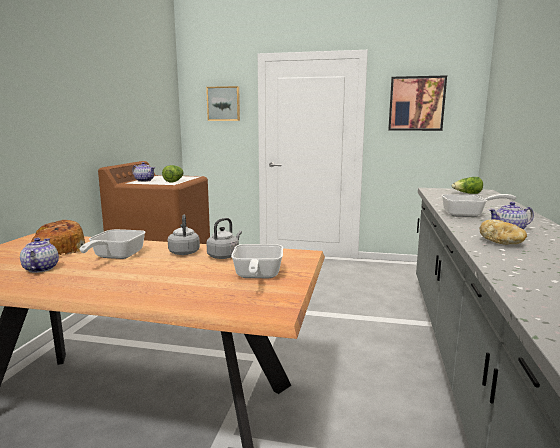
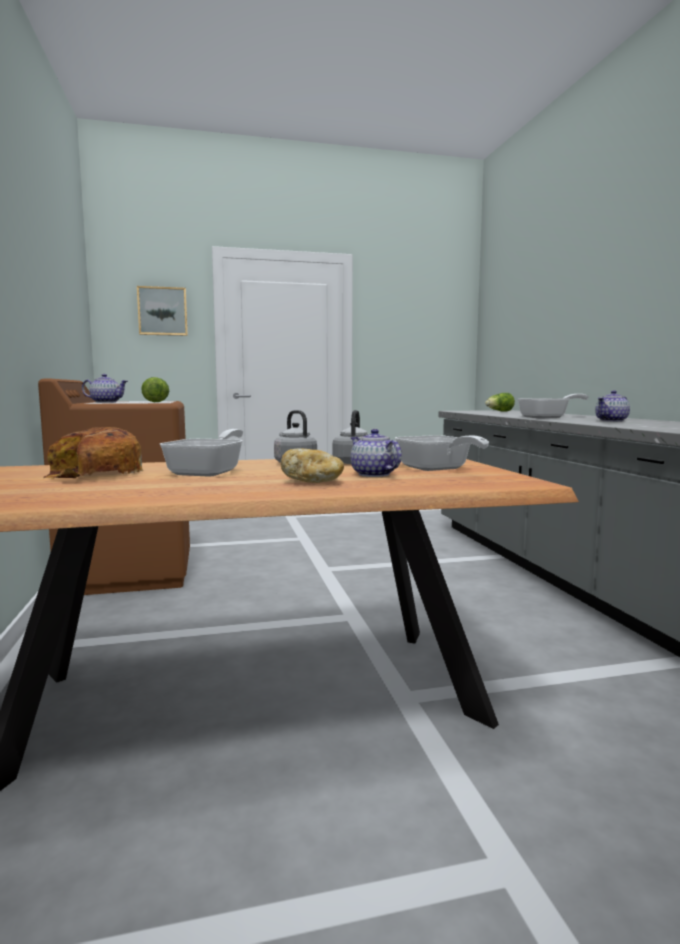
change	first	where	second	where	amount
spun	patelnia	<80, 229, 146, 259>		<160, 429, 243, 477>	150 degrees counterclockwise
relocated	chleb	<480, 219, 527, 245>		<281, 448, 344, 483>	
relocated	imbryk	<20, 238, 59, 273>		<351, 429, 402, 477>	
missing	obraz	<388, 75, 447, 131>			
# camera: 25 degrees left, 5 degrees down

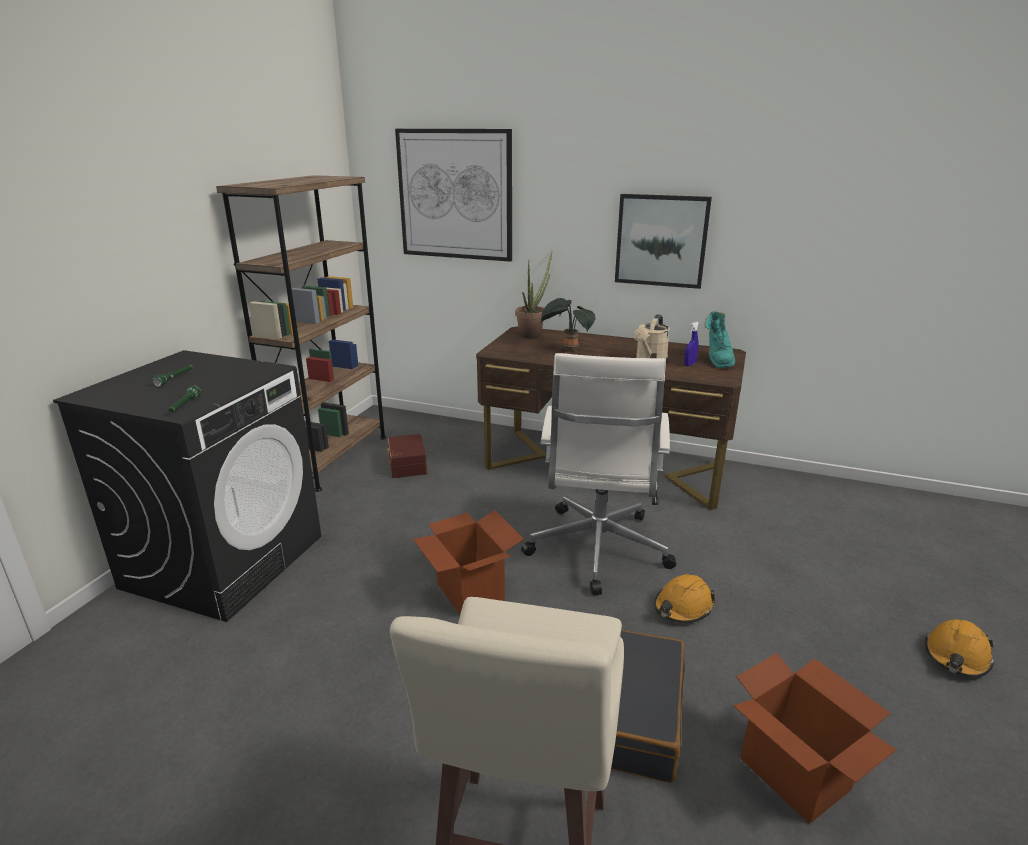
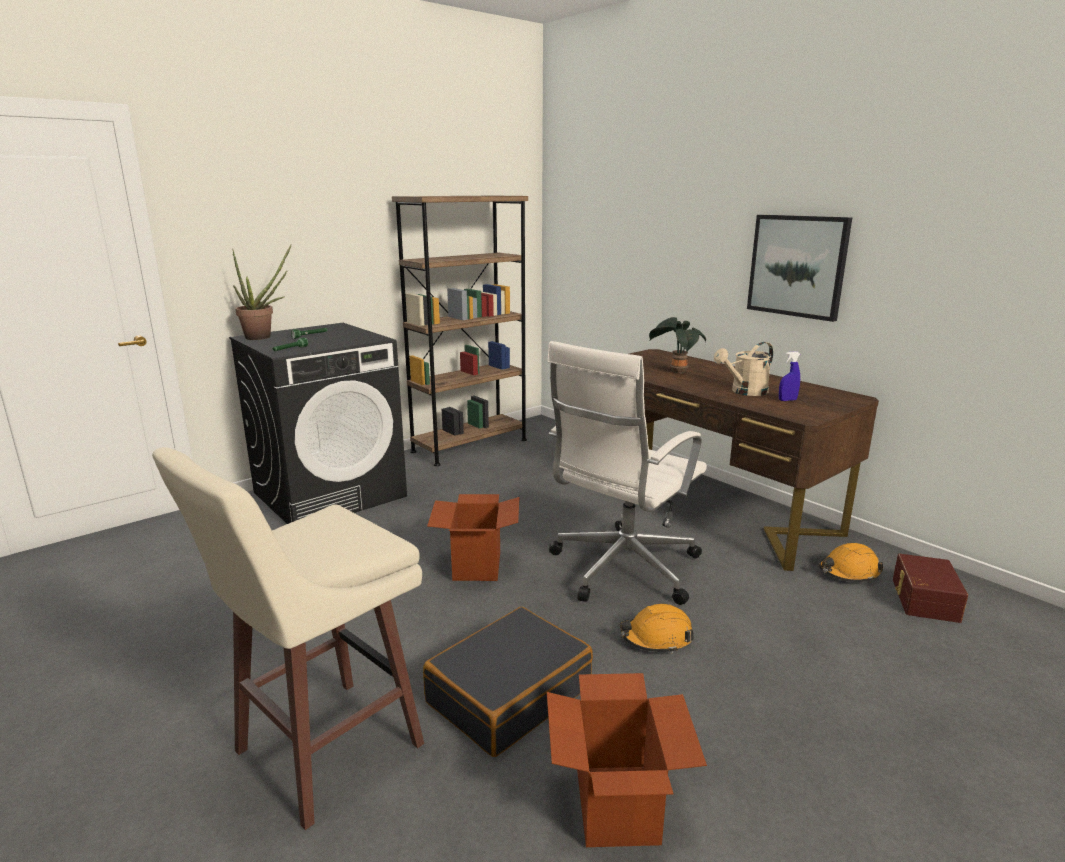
change	first	where	second	where	amount
relocated	roślina doniczkowa	<515, 251, 552, 339>		<233, 244, 292, 340>	
relocated	kask/pomarańczowy	<925, 619, 994, 678>		<819, 543, 883, 583>	
relocated	pojemnik do przechowywania/brązowy	<387, 434, 427, 478>		<893, 554, 968, 623>	
missing	obraz	<395, 129, 512, 262>			
missing	but z cholewką/turkusowy	<705, 311, 735, 368>			
# camera: 30 degrees right, 5 degrees down

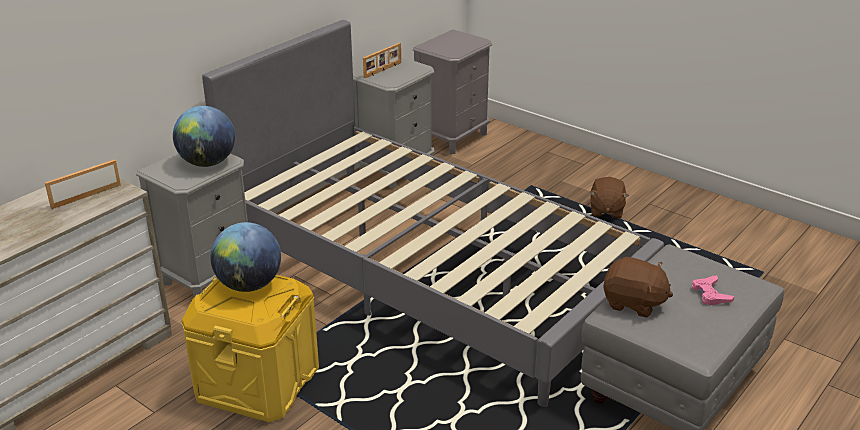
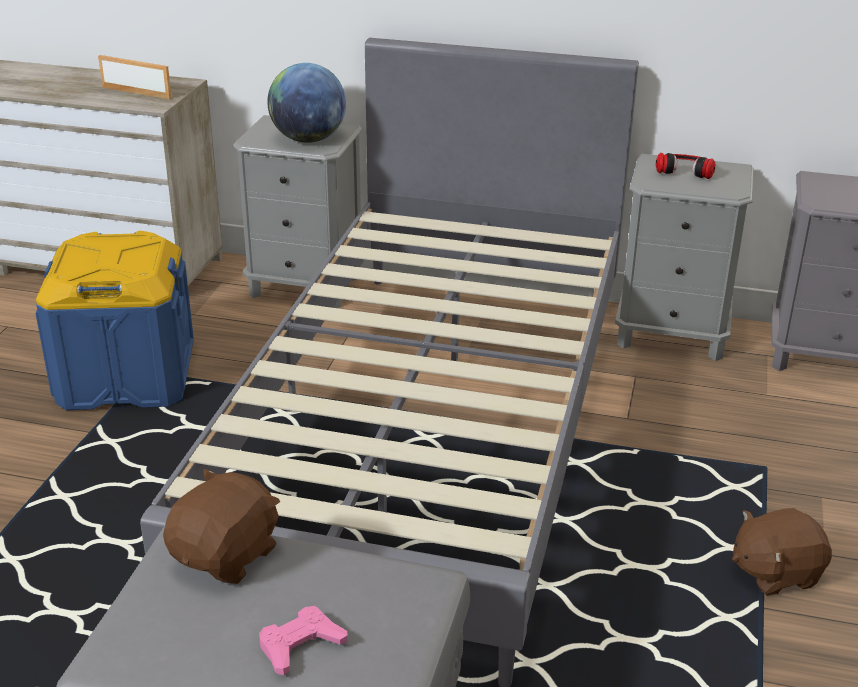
change	first	where	second	where	amount
colour	pojemnik do przechowywania/żółty	<182, 275, 319, 422>	pojemnik do przechowywania/niebieski	<35, 231, 194, 410>	
spun	pluszak/brązowy	<603, 257, 673, 318>		<163, 469, 280, 584>	150 degrees counterclockwise
exchanged	ramka na zdjęcie	<363, 43, 401, 78>	słuchawki	<656, 153, 716, 179>	
missing	globus	<210, 222, 281, 292>			
# camera: 65 degrees right, 0 degrees up

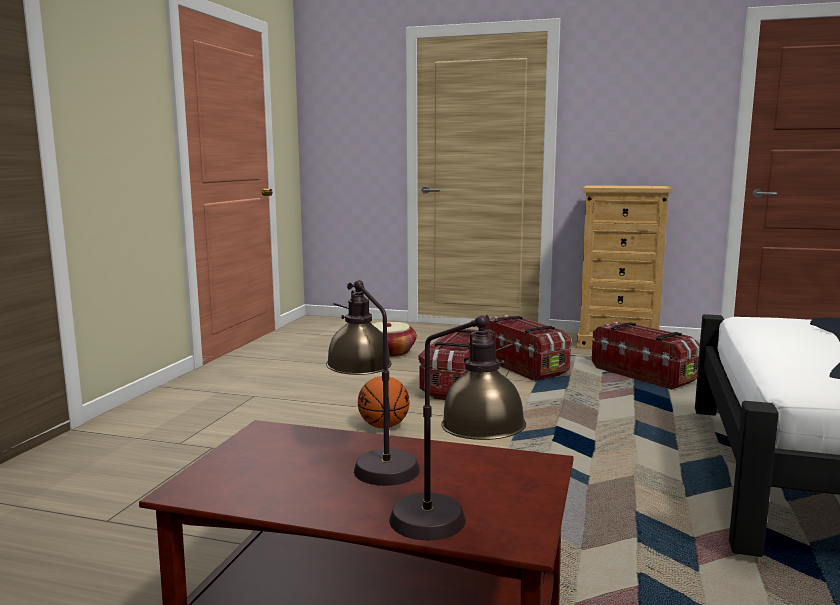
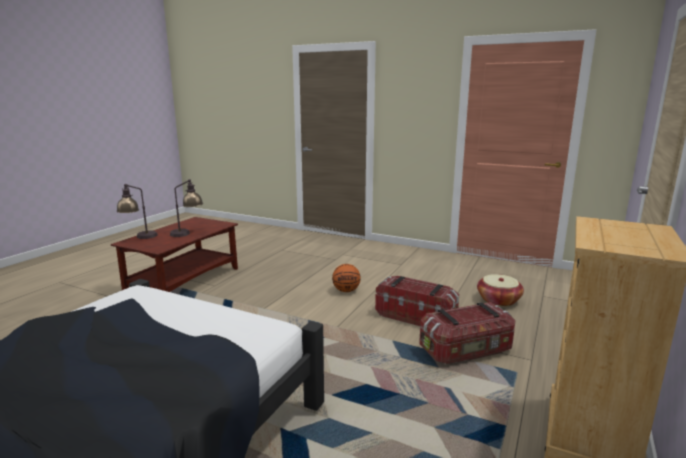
change	first	where	second	where	amount
missing	pojemnik do przechowywania	<592, 322, 700, 390>			
# camera: 100 degrees right, 5 degrees up

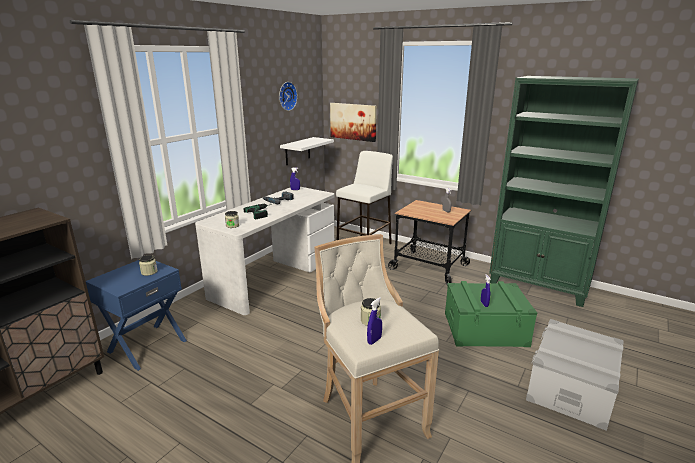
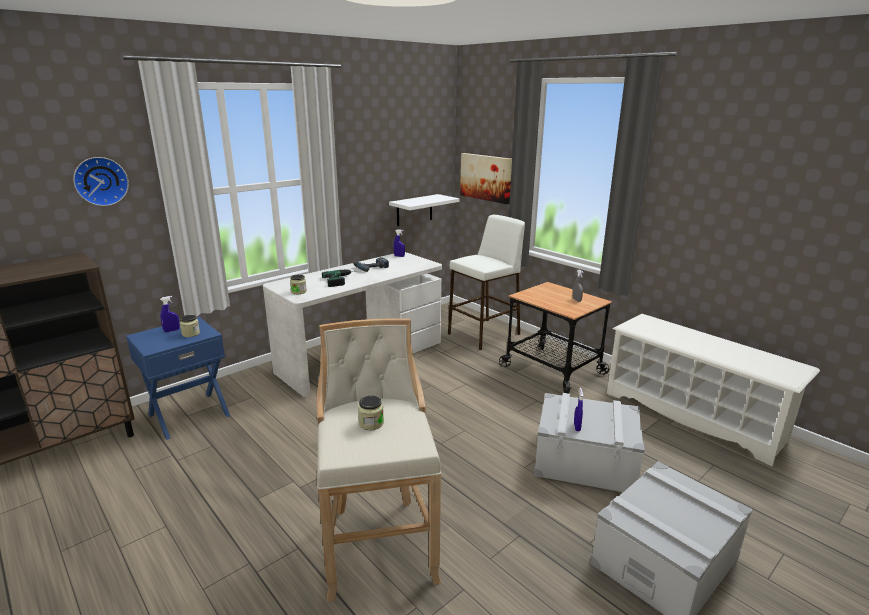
change	first	where	second	where	amount
relocated	zegar ścienny	<279, 82, 298, 111>		<73, 157, 129, 206>	
relocated	spryskiwacz/niebieski	<367, 297, 382, 345>		<160, 296, 180, 332>	
colour	pojemnik do przechowywania/zielony	<445, 281, 537, 347>	pojemnik do przechowywania/szary	<534, 393, 645, 492>	
exchanged	regał/zielony	<489, 76, 639, 307>	regał na buty/biały	<607, 314, 820, 466>	
# camera: 15 degrees right, 0 degrees up

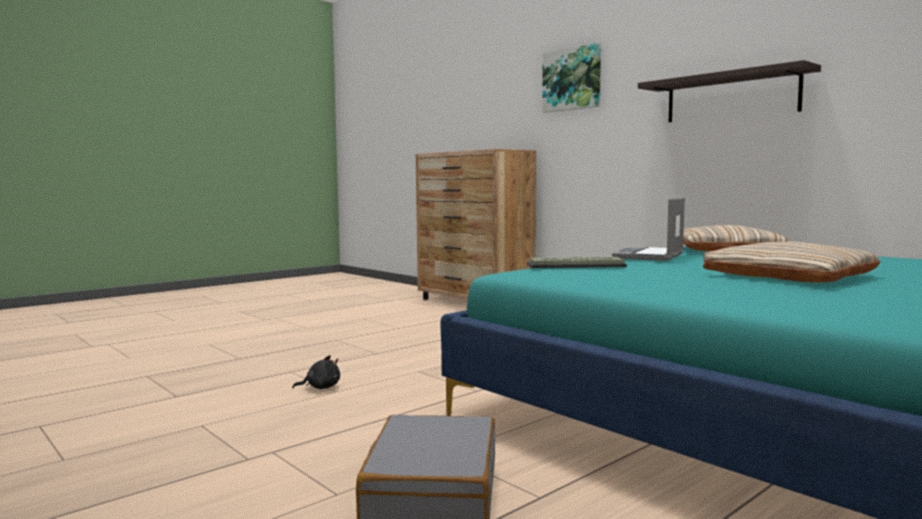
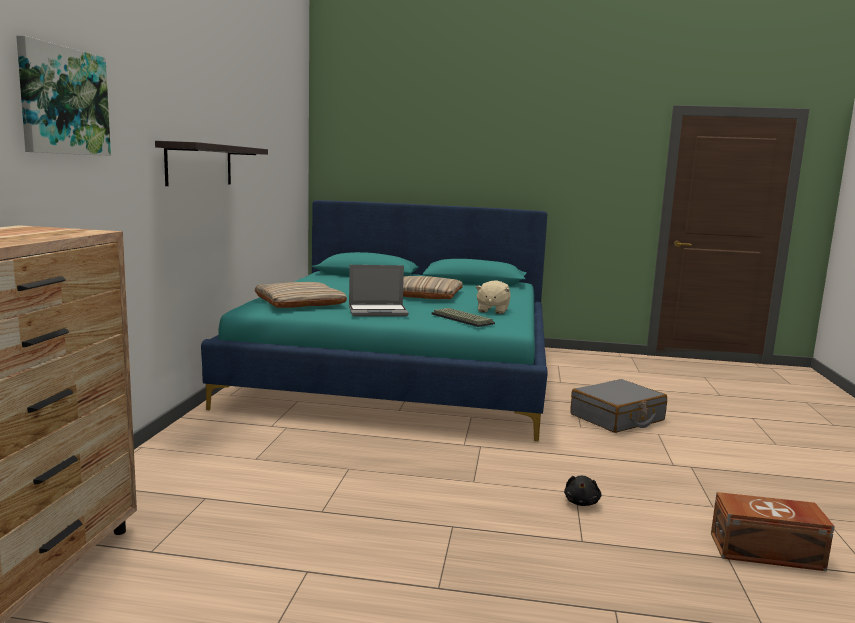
change	first	where	second	where	amount
appeared			pluszak/beżowy	<475, 280, 511, 314>	
spun	pluszak/czarny	<292, 355, 340, 389>		<564, 476, 601, 506>	105 degrees counterclockwise
appeared			pojemnik do przechowywania/brązowy	<711, 492, 835, 571>	
# camera: 130 degrees left, 5 degrees up

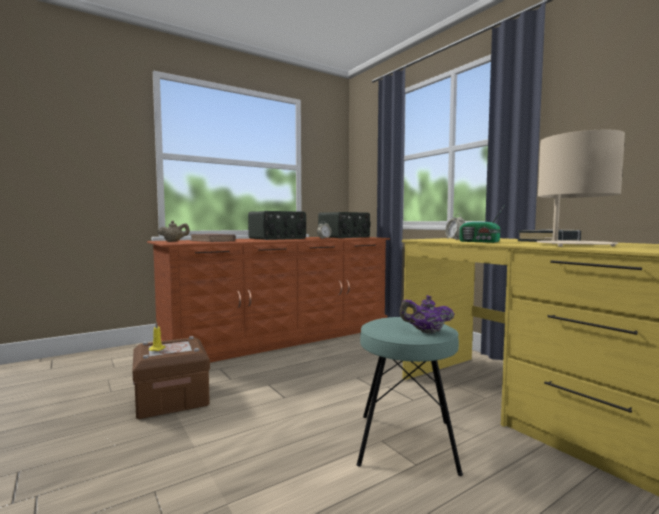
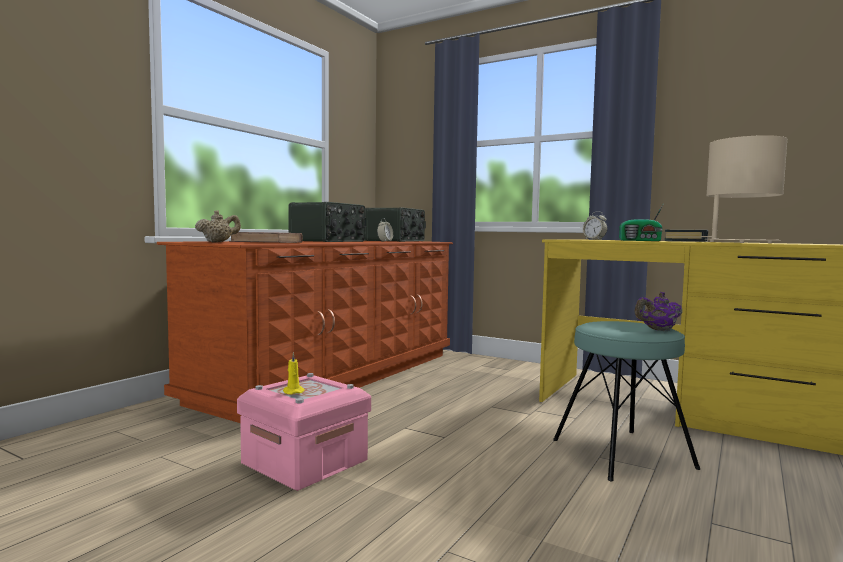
change	first	where	second	where	amount
colour	pojemnik do przechowywania/brązowy	<132, 336, 210, 419>	pojemnik do przechowywania/różowy	<237, 373, 371, 491>	
# camera: 25 degrees left, 0 degrees up

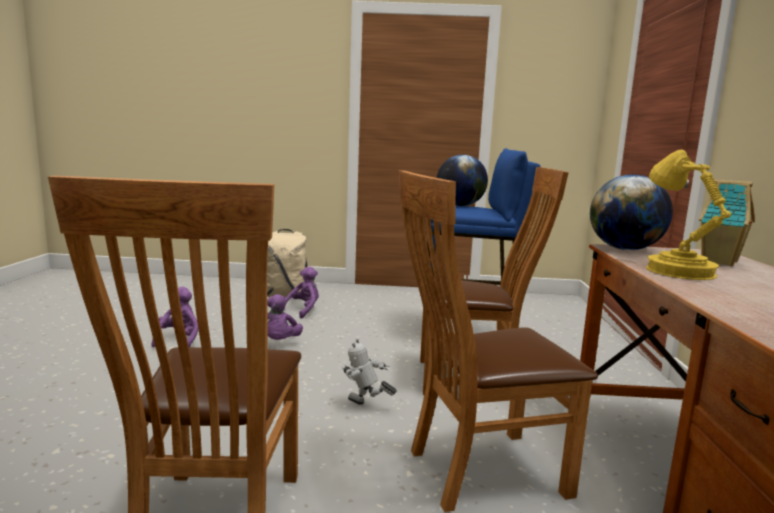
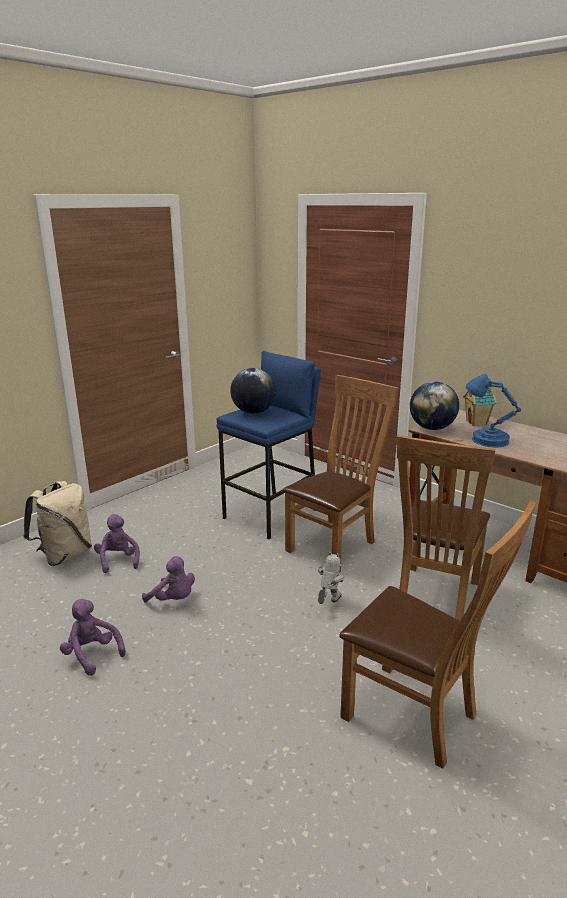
change	first	where	second	where	amount
spun	robot zabawkowy	<342, 339, 397, 405>		<318, 551, 344, 604>	150 degrees clockwise
colour	lampa stołowa/żółty	<646, 150, 731, 280>	lampa stołowa/niebieski	<466, 374, 521, 447>	
# camera: 50 degrees left, 10 degrees up

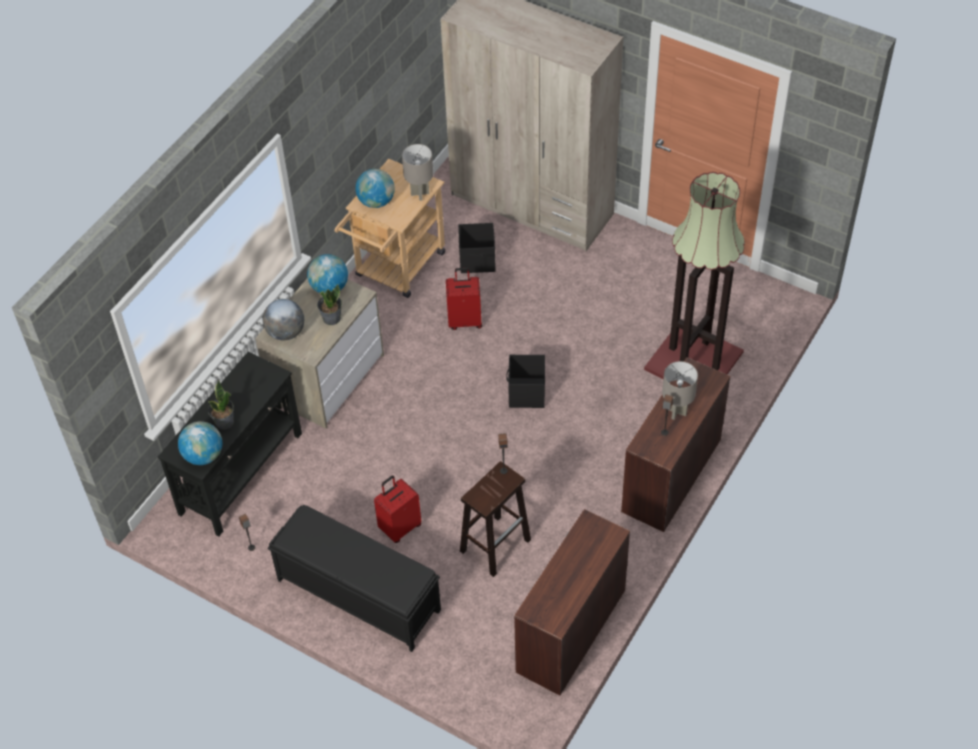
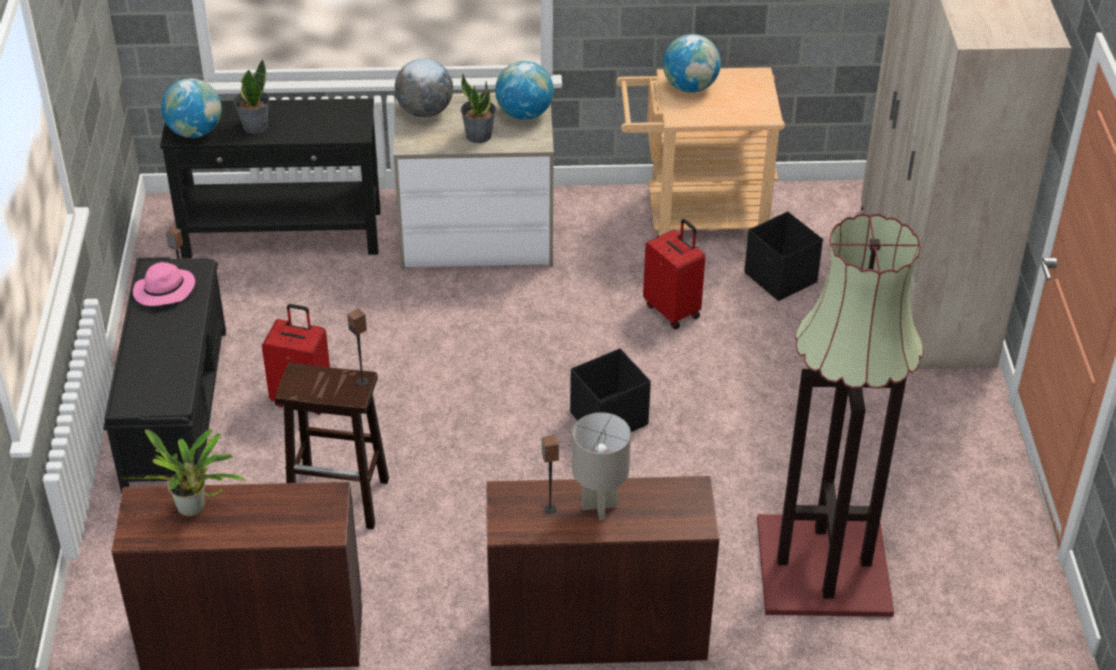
change	first	where	second	where	amount
appeared			roślina doniczkowa	<122, 429, 245, 516>	
appeared			kapelusz/różowy	<133, 262, 195, 306>	
missing	lampa stołowa/szary	<402, 144, 433, 201>			
# camera: 55 degrees right, 10 degrees down

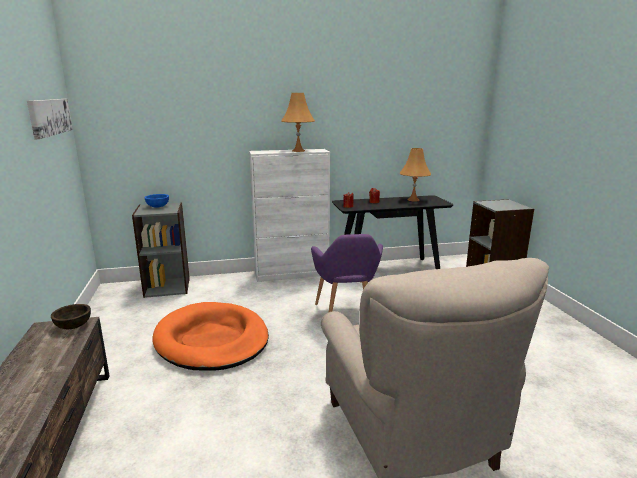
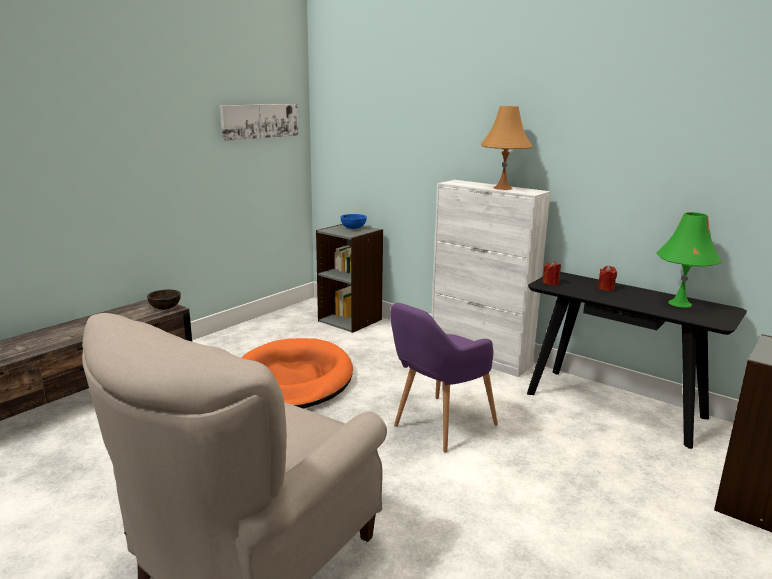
change	first	where	second	where	amount
colour	lampa stołowa/pomarańczowy	<400, 148, 431, 201>	lampa stołowa/zielony	<656, 212, 722, 308>	
# camera: 50 degrees right, 0 degrees up

